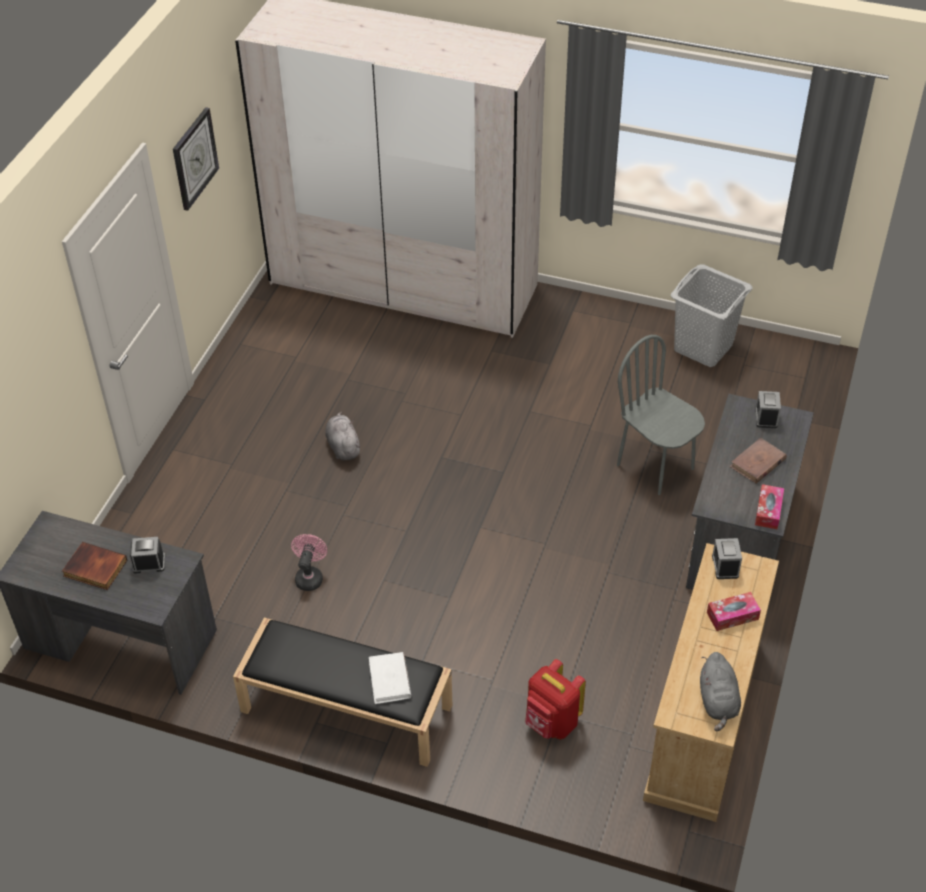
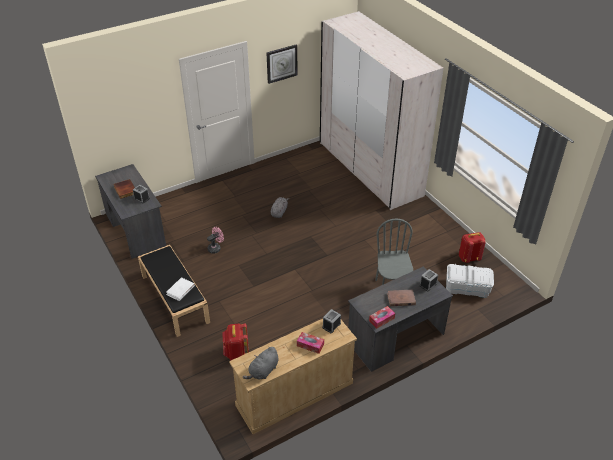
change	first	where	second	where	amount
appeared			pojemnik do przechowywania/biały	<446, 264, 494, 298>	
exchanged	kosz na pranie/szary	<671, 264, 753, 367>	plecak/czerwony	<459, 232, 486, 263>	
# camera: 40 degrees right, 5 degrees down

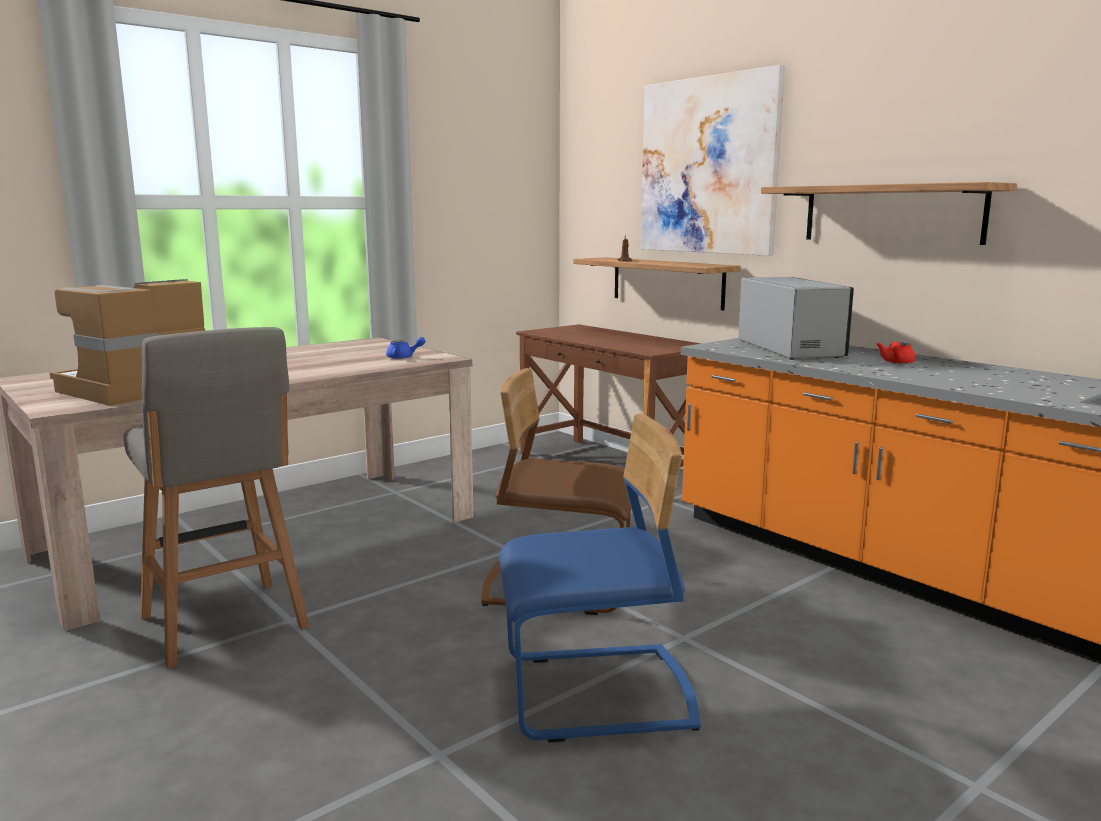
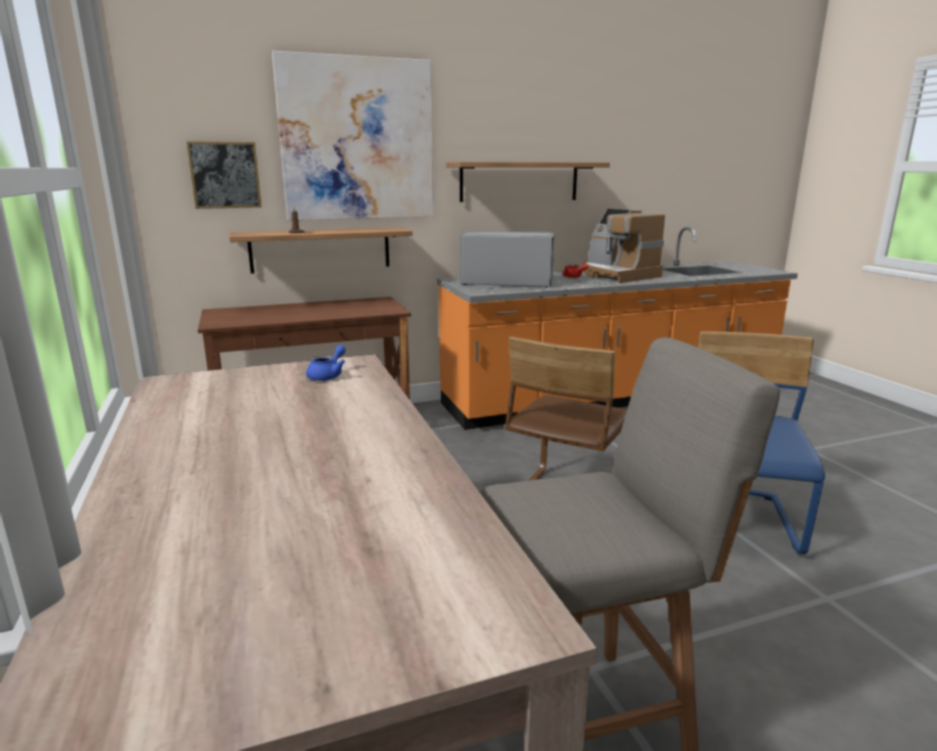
change	first	where	second	where	amount
appeared			obraz	<187, 141, 262, 209>	
relocated	ekspres do kawy	<50, 279, 205, 406>		<582, 209, 665, 283>	
# camera: 70 degrees left, 5 degrees up

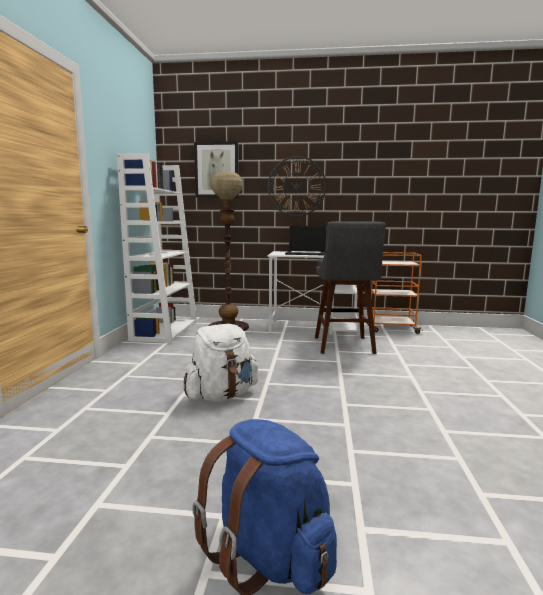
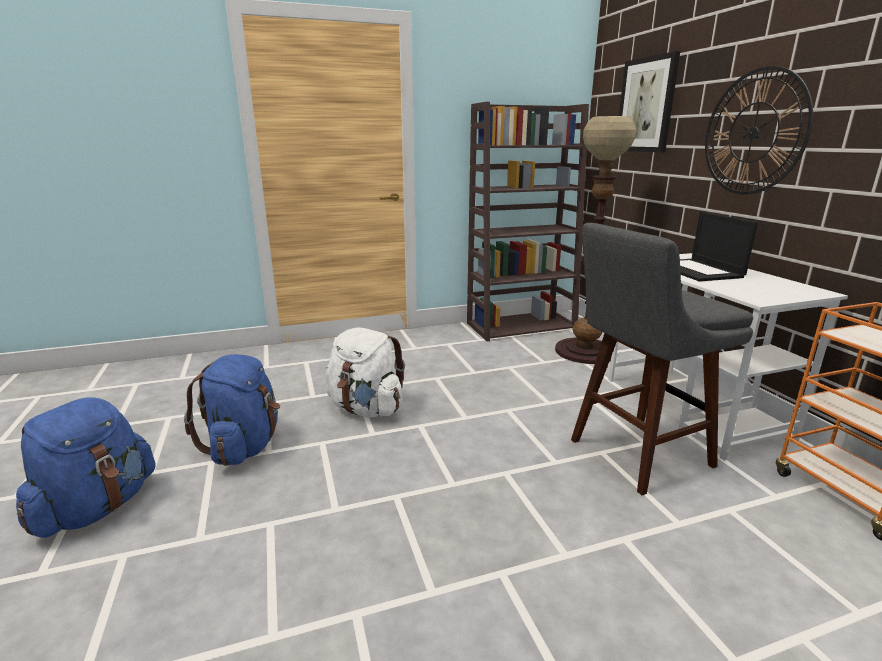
change	first	where	second	where	amount
appeared			plecak/niebieski	<184, 354, 280, 466>	
colour	regał/biały	<117, 153, 197, 343>	regał/brązowy	<467, 102, 589, 342>	
# camera: 65 degrees right, 10 degrees up

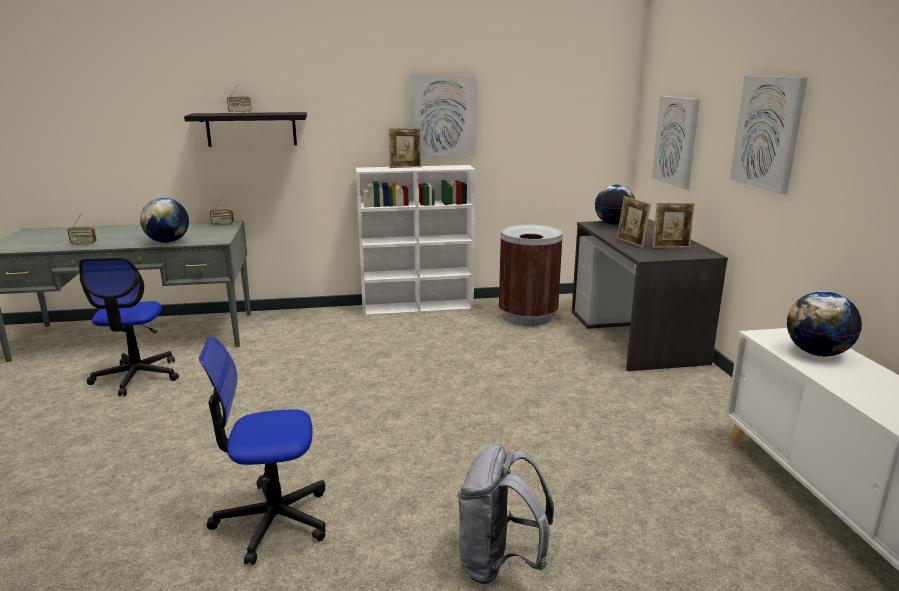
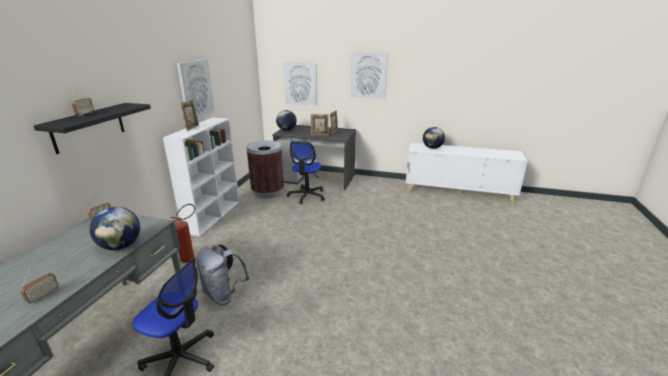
change	first	where	second	where	amount
appeared			gaśnica	<170, 204, 195, 263>	
relocated	plecak/szary	<457, 444, 554, 584>		<196, 244, 249, 305>	
relocated	krzesło biurowe	<199, 336, 326, 565>		<287, 141, 325, 204>	
# camera: 65 degrees left, 5 degrees up

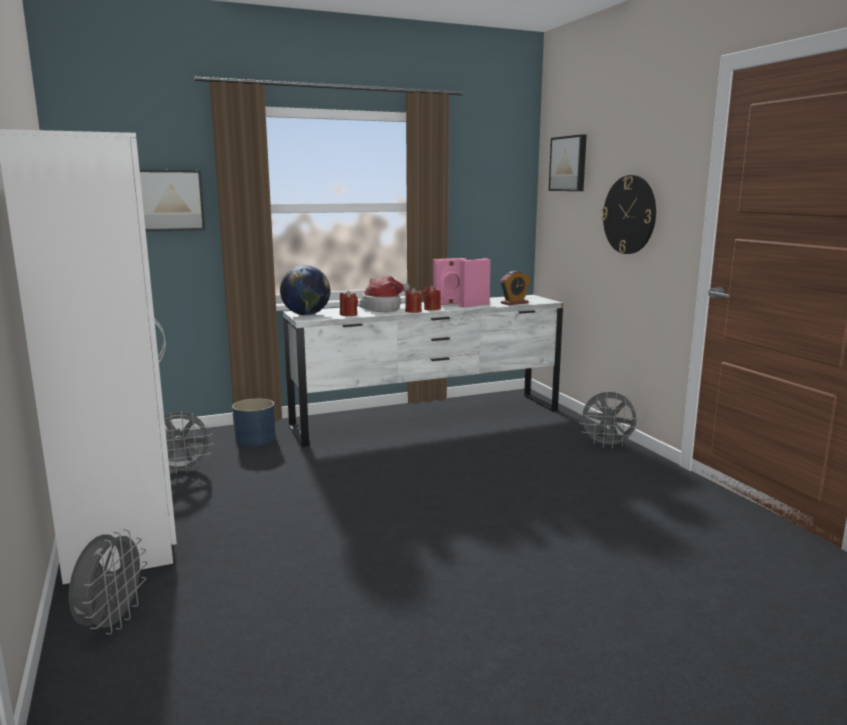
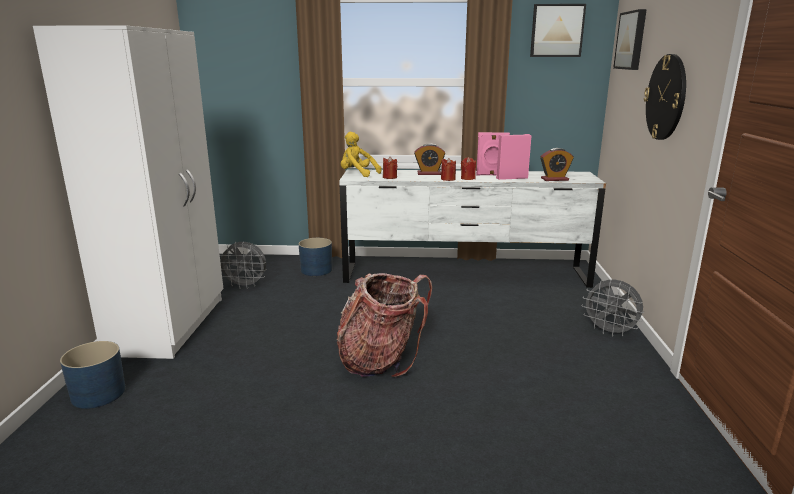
change	first	where	second	where	amount
exchanged	wentylator/szary	<69, 529, 147, 634>	donica/niebieski	<60, 341, 125, 409>	
appeared			plecak	<336, 273, 432, 377>	
exchanged	globus	<280, 265, 330, 315>	pluszak/żółty	<341, 132, 381, 177>	
exchanged	kapelusz	<360, 276, 410, 312>	budzik	<414, 144, 445, 175>	
relocated	obraz	<140, 170, 205, 232>		<530, 4, 586, 57>	
# camera: 25 degrees right, 5 degrees up

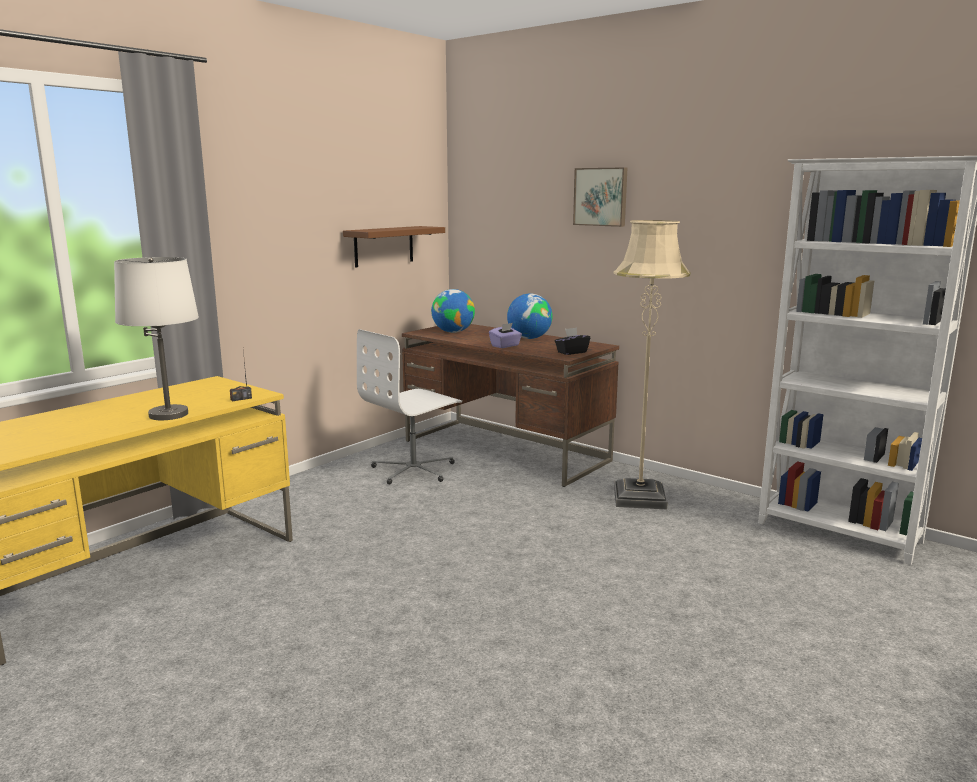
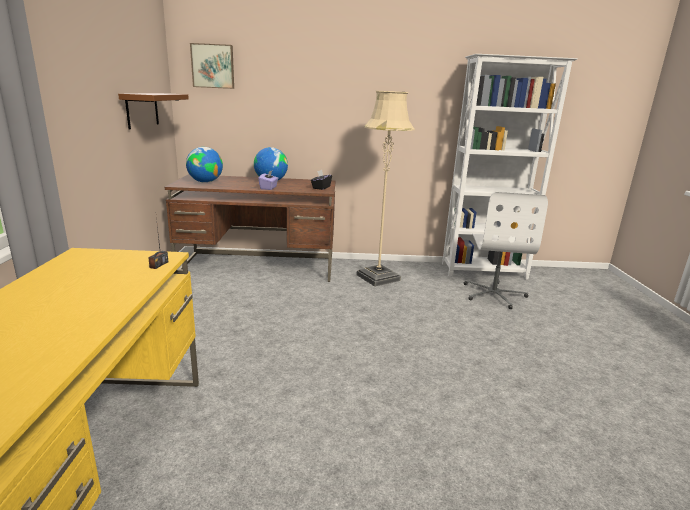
change	first	where	second	where	amount
relocated	obraz	<573, 167, 627, 227>		<190, 43, 234, 89>	
relocated	krzesło biurowe/biały	<357, 329, 462, 485>		<464, 192, 548, 309>	
missing	lampa stołowa/biały	<114, 257, 199, 420>			
# camera: 40 degrees left, 5 degrees up

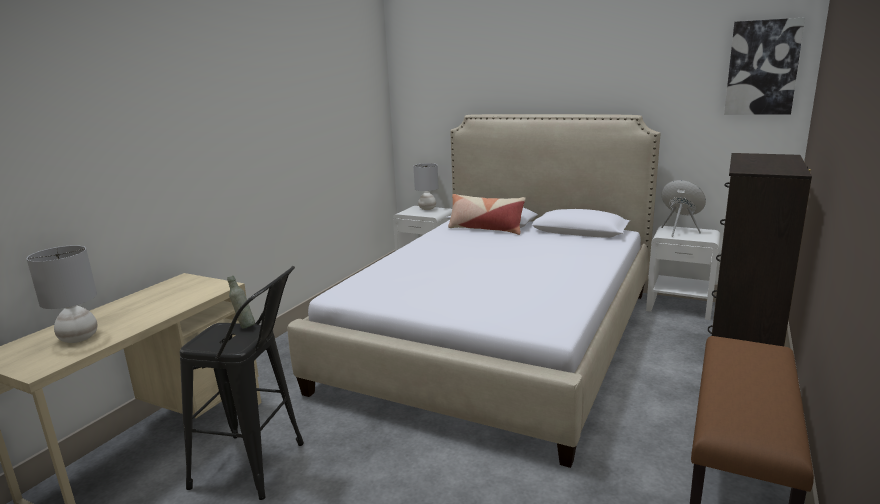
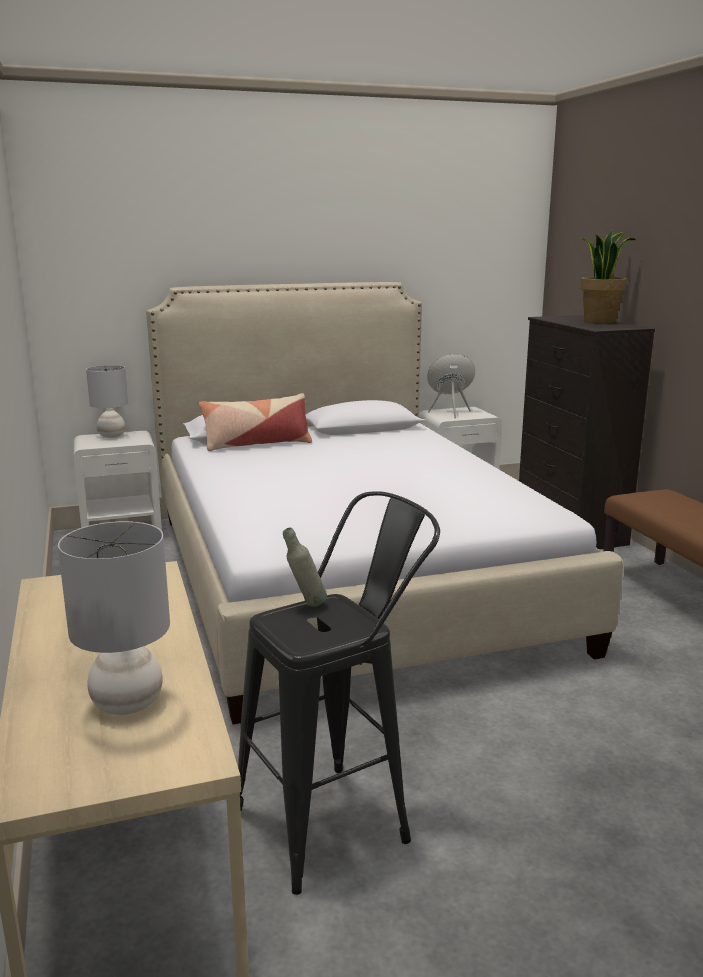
change	first	where	second	where	amount
appeared			roślina doniczkowa	<580, 230, 636, 323>	
missing	obraz	<724, 17, 805, 115>			
# camera: 45 degrees left, 0 degrees up

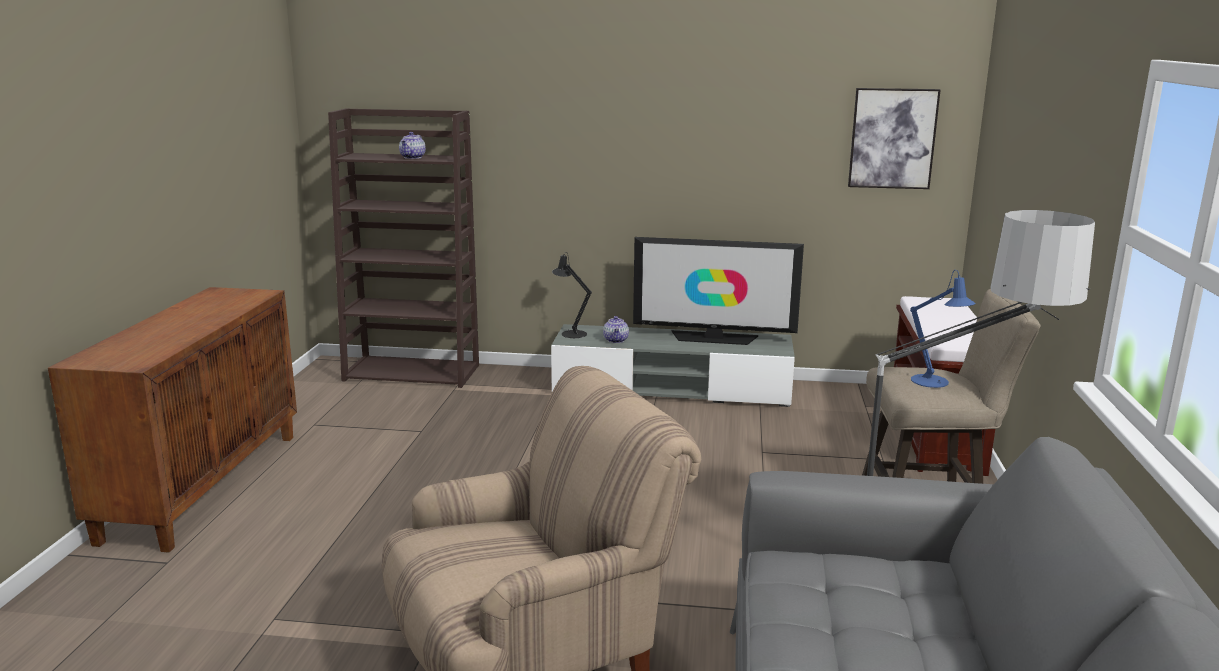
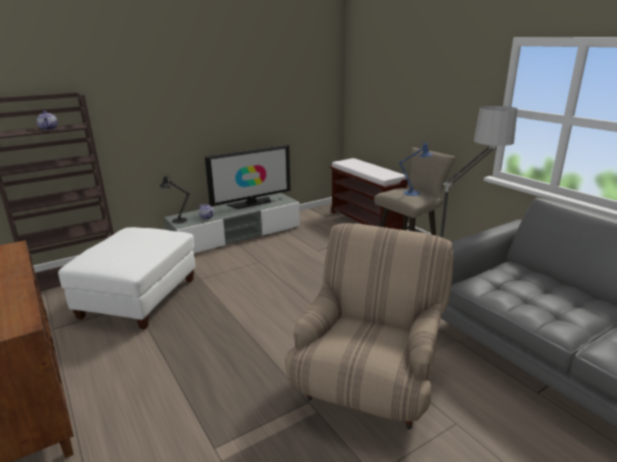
change	first	where	second	where	amount
appeared			pufa/biały	<58, 227, 196, 330>	
missing	obraz	<848, 88, 941, 189>			
# camera: 40 degrees left, 5 degrees up

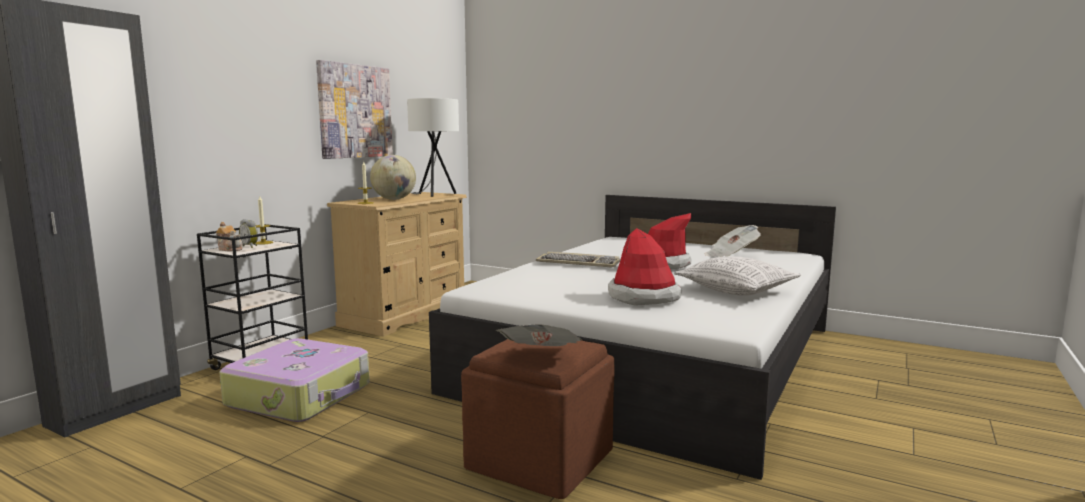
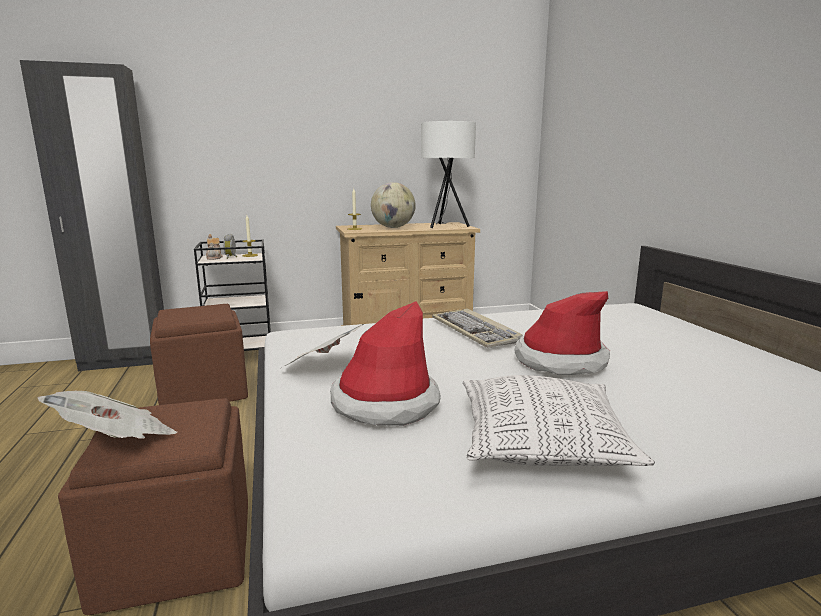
change	first	where	second	where	amount
exchanged	walizka	<219, 338, 370, 422>	pufa/brązowy	<150, 304, 248, 405>	
relocated	gazeta	<705, 225, 761, 257>		<281, 324, 364, 368>	
missing	obraz	<316, 60, 393, 159>			
# camera: 45 degrees right, 5 degrees up

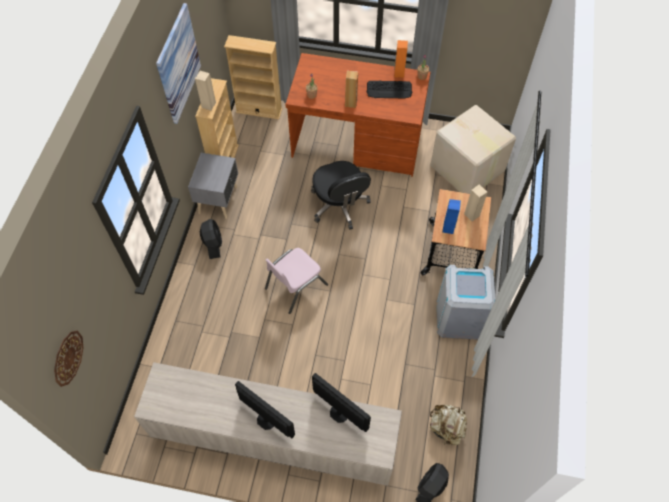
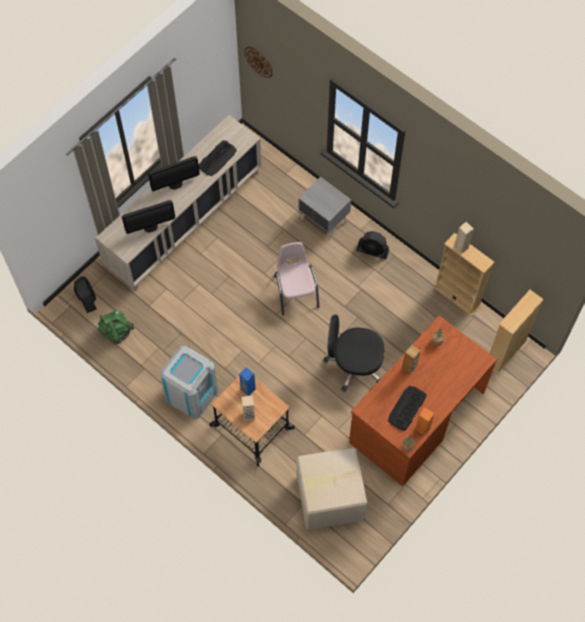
change	first	where	second	where	amount
colour	plecak/beżowy	<430, 405, 467, 445>	plecak/zielony	<97, 310, 134, 344>	
appeared			klawiatura	<199, 140, 237, 176>	
relocated	szafka nocna/szary	<188, 153, 238, 219>		<298, 177, 351, 240>	
missing	obraz	<156, 3, 201, 124>			
# camera: 120 degrees right, 5 degrees up

